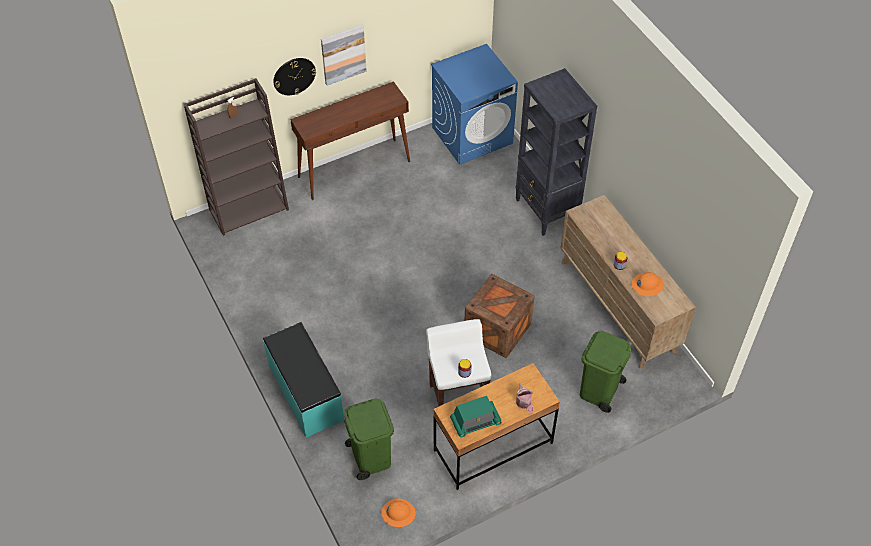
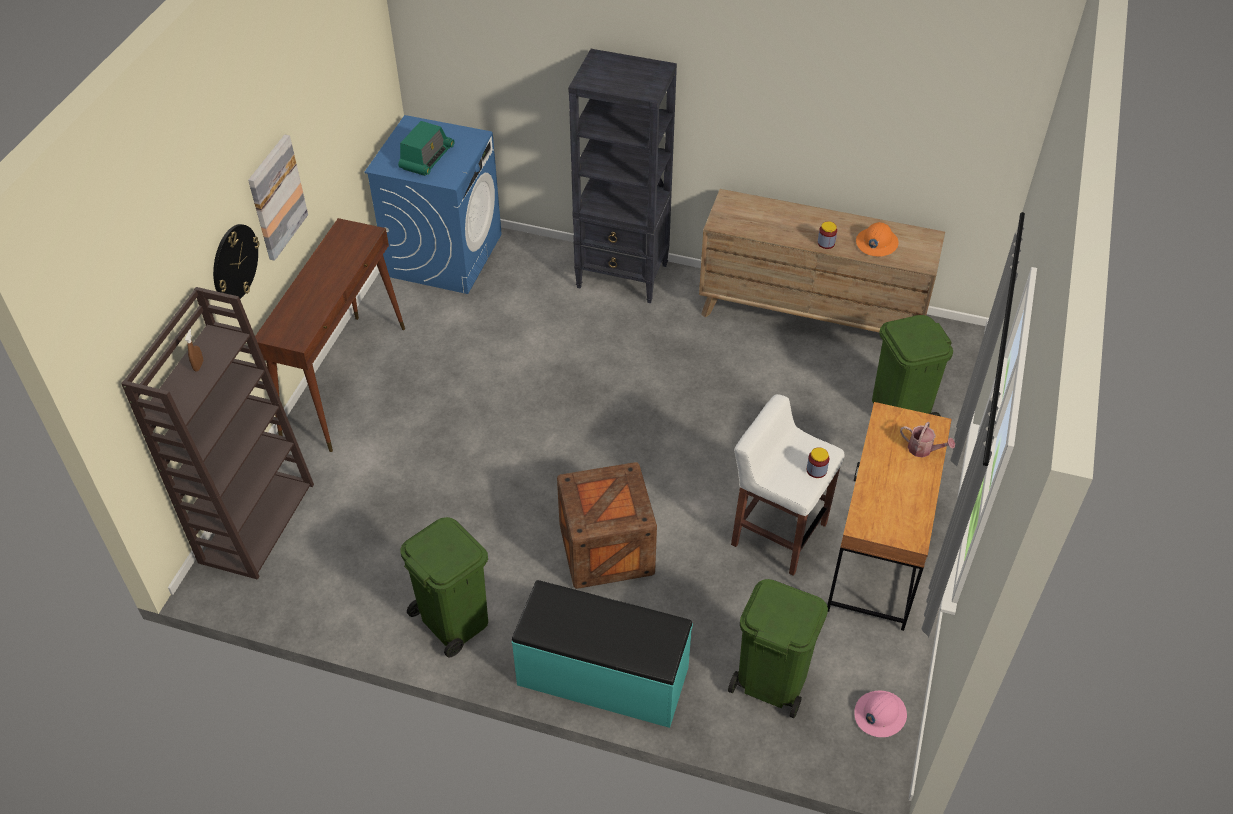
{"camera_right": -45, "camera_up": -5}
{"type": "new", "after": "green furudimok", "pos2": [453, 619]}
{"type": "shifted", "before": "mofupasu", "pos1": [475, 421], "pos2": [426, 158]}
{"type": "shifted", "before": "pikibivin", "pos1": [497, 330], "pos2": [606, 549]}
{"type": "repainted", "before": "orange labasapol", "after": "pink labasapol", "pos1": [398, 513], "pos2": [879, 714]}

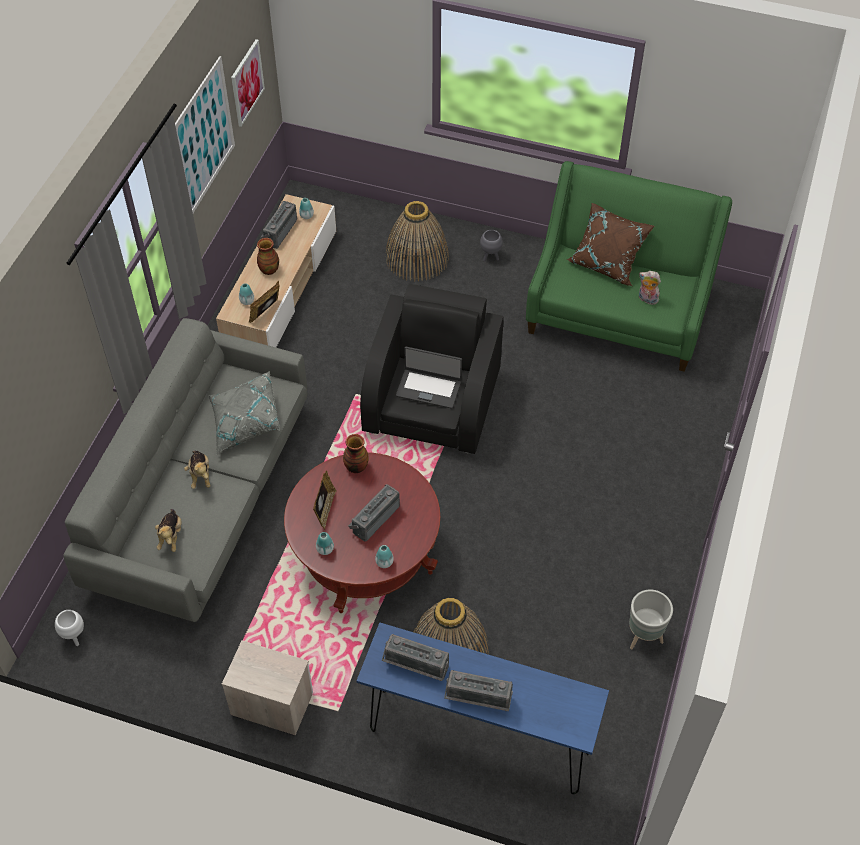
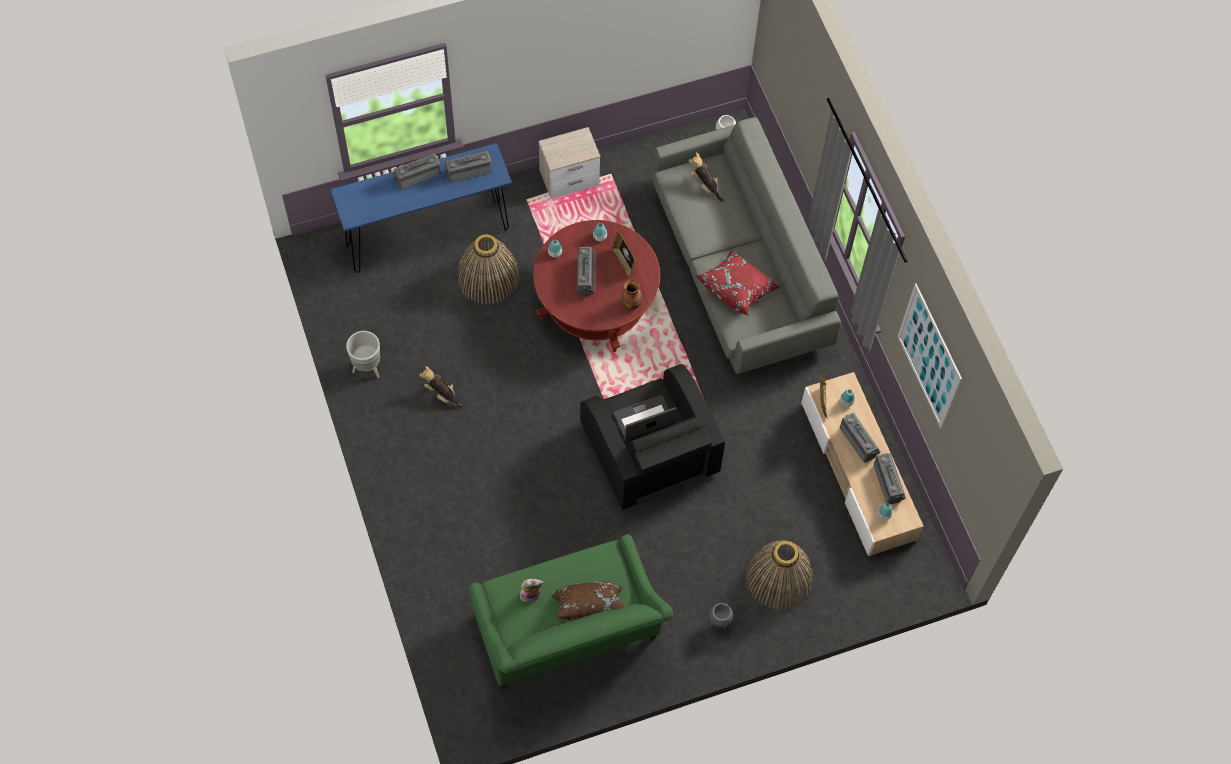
{"camera_right": 140, "camera_up": 10}
{"type": "gone", "before": "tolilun", "pos1": [247, 82]}
{"type": "shifted", "before": "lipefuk", "pos1": [200, 475], "pos2": [442, 394]}
{"type": "swapped", "before": "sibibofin", "after": "mofupasu", "pos1": [269, 269], "pos2": [859, 441]}
{"type": "repainted", "before": "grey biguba", "after": "red biguba", "pos1": [245, 422], "pos2": [737, 289]}

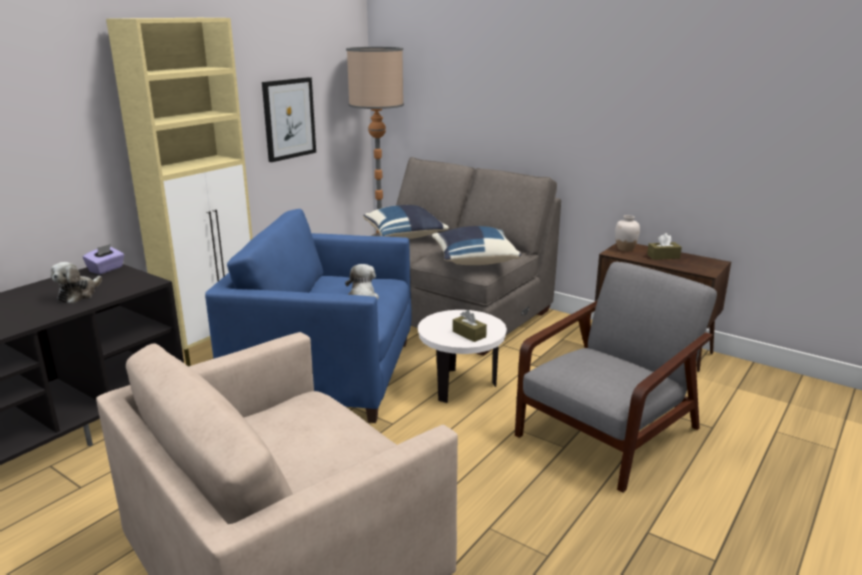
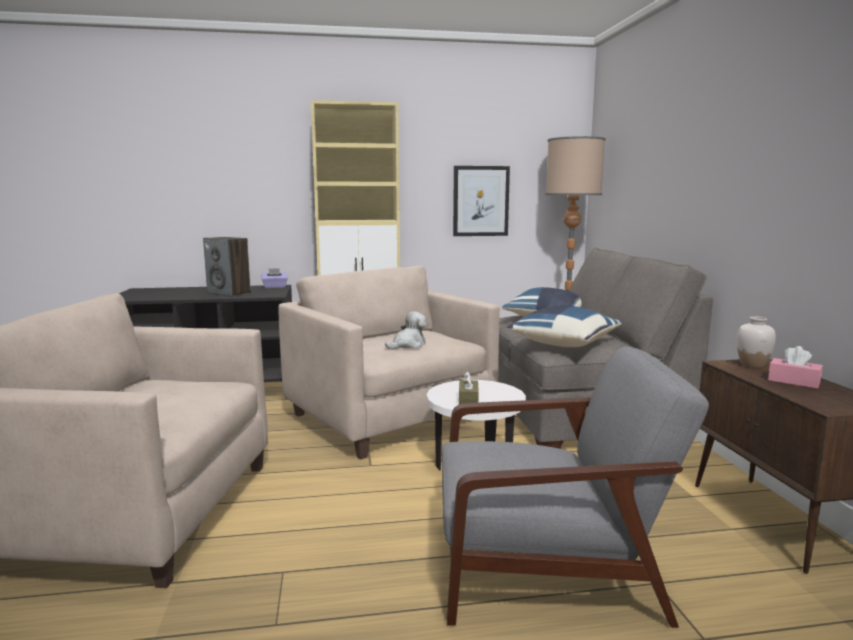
{"camera_right": 45, "camera_up": -10}
{"type": "swapped", "before": "lipefuk", "after": "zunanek", "pos1": [78, 294], "pos2": [229, 293]}
{"type": "repainted", "before": "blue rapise", "after": "beige rapise", "pos1": [326, 375], "pos2": [390, 417]}
{"type": "repainted", "before": "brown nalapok", "after": "pink nalapok", "pos1": [663, 256], "pos2": [793, 381]}

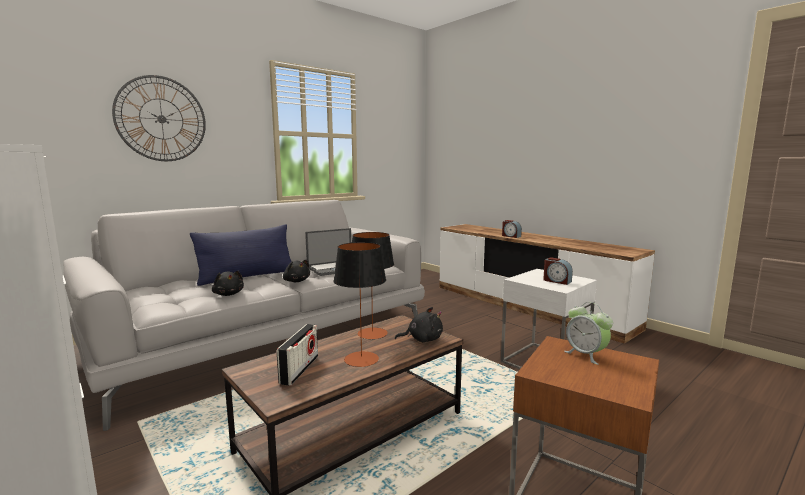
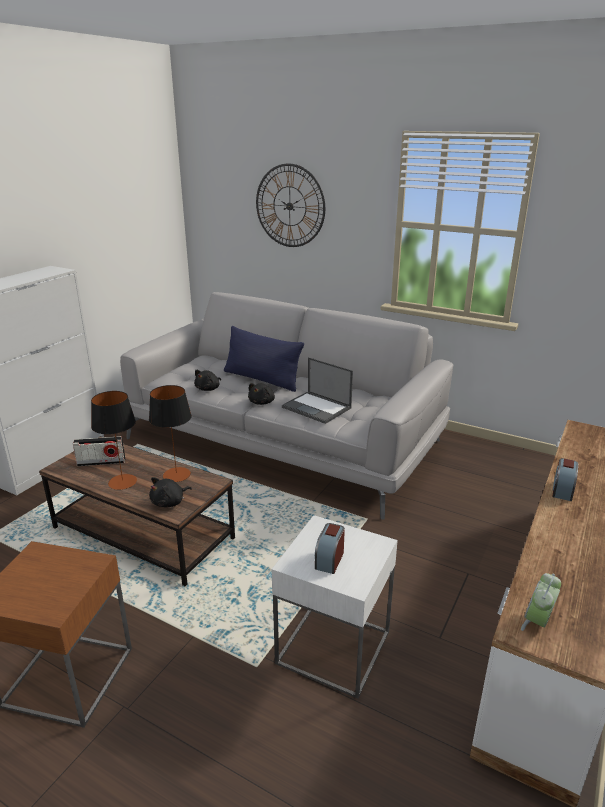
{"camera_right": 70, "camera_up": 15}
{"type": "shifted", "before": "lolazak", "pos1": [586, 355], "pos2": [537, 622]}
{"type": "rotated", "before": "black lipefuk", "pos1": [422, 339], "pos2": [169, 502], "turn": 75}

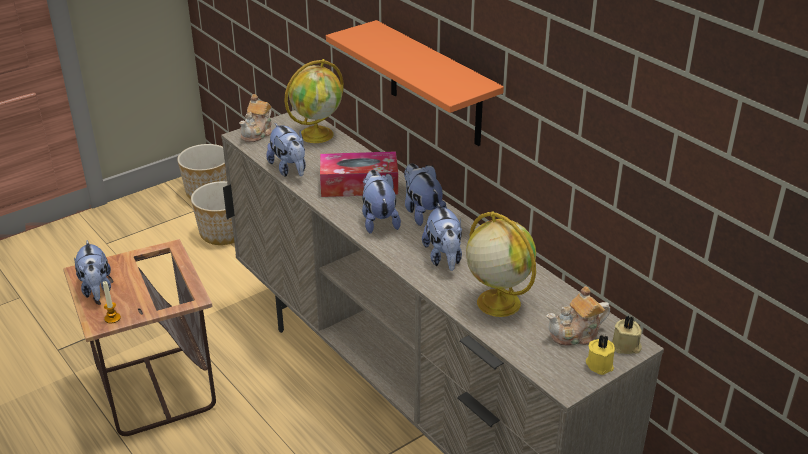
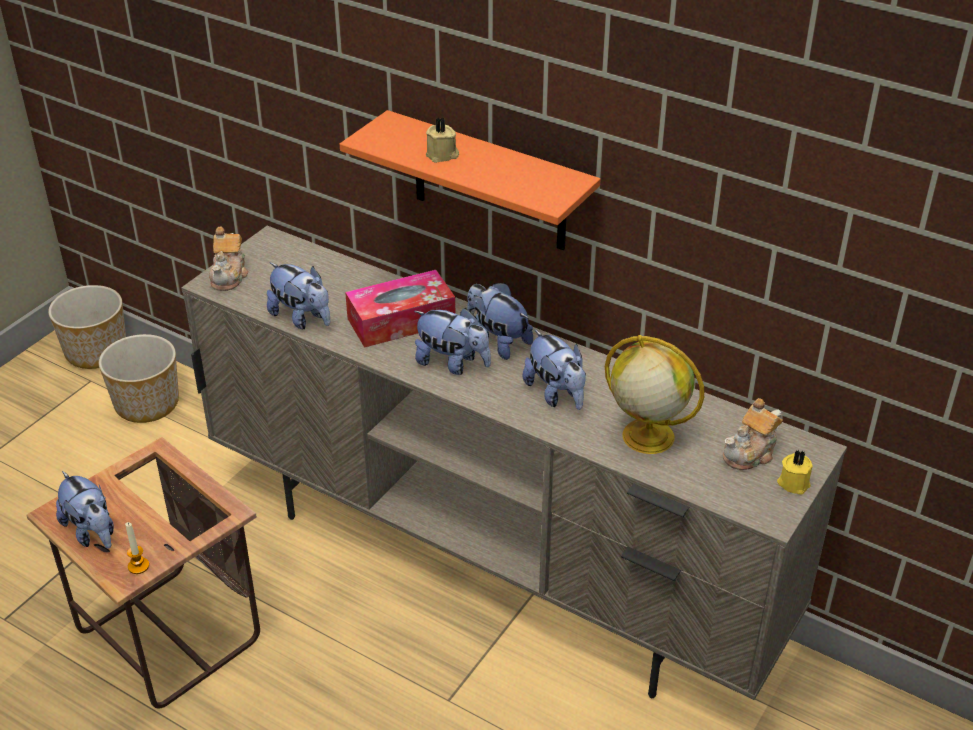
{"camera_right": -20, "camera_up": 5}
{"type": "gone", "before": "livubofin", "pos1": [317, 134]}
{"type": "shifted", "before": "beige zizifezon", "pos1": [626, 346], "pos2": [442, 155]}
{"type": "rotated", "before": "lipefuk", "pos1": [378, 220], "pos2": [452, 363], "turn": 150}

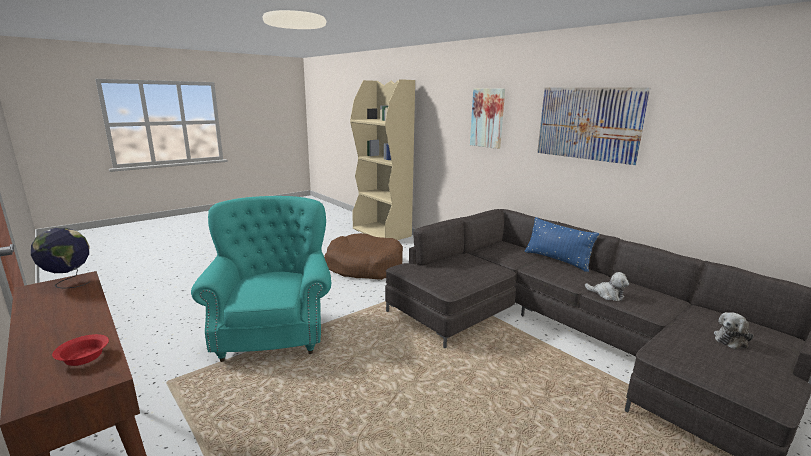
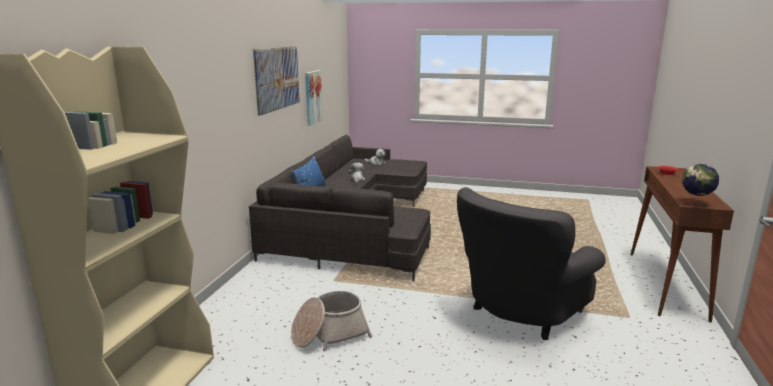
{"camera_right": -125, "camera_up": 0}
{"type": "shifted", "before": "tolilun", "pos1": [487, 118], "pos2": [312, 97]}
{"type": "swapped", "before": "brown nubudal", "after": "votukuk", "pos1": [364, 266], "pos2": [329, 334]}
{"type": "repainted", "before": "turquoise rapise", "after": "grey rapise", "pos1": [273, 331], "pos2": [520, 314]}

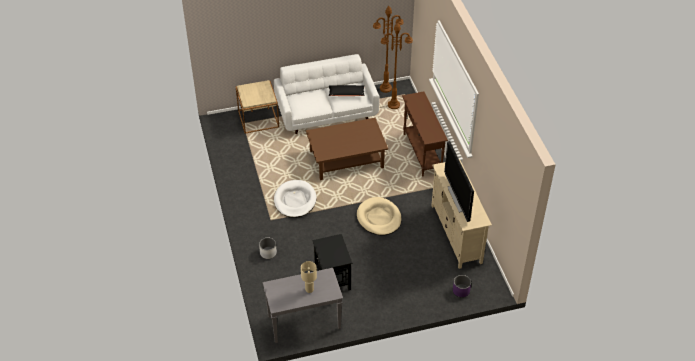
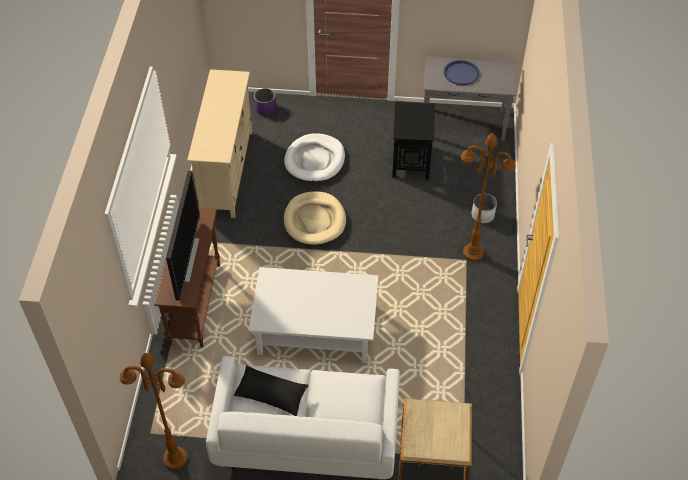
{"camera_right": -160, "camera_up": 5}
{"type": "shifted", "before": "white nubudal", "pos1": [295, 200], "pos2": [315, 160]}
{"type": "shifted", "before": "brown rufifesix", "pos1": [394, 105], "pos2": [472, 253]}
{"type": "shifted", "before": "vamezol", "pos1": [458, 198], "pos2": [185, 260]}
{"type": "swapped", "before": "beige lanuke", "after": "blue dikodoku", "pos1": [309, 289], "pos2": [461, 73]}
{"type": "repainted", "before": "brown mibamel", "after": "white mibamel", "pos1": [346, 159], "pos2": [315, 329]}

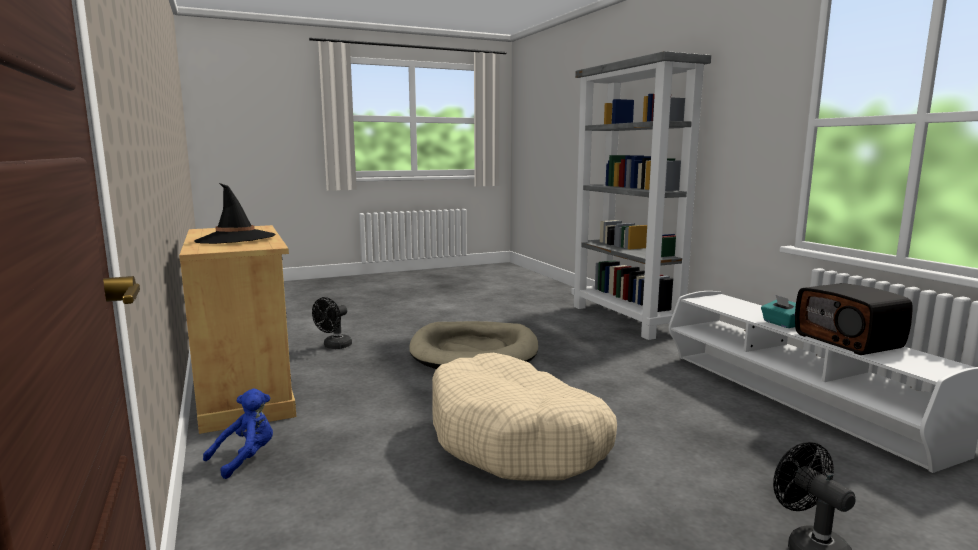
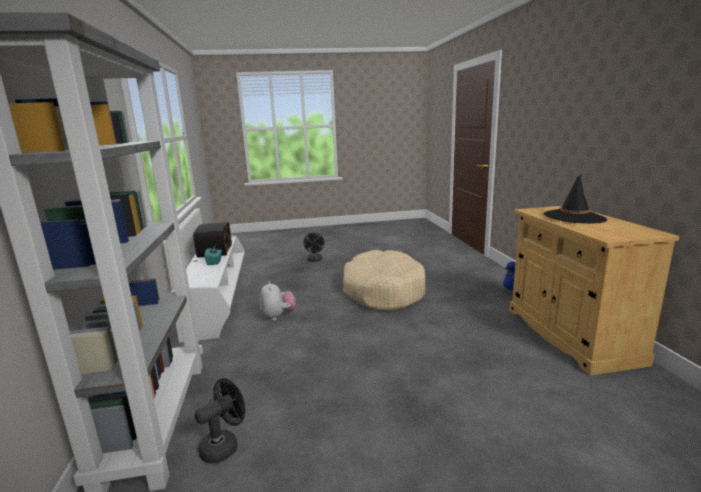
{"camera_right": -165, "camera_up": 5}
{"type": "gone", "before": "beige nubudal", "pos1": [474, 352]}
{"type": "new", "after": "lipefuk", "pos2": [278, 316]}
{"type": "shifted", "before": "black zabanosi", "pos1": [334, 346], "pos2": [224, 445]}

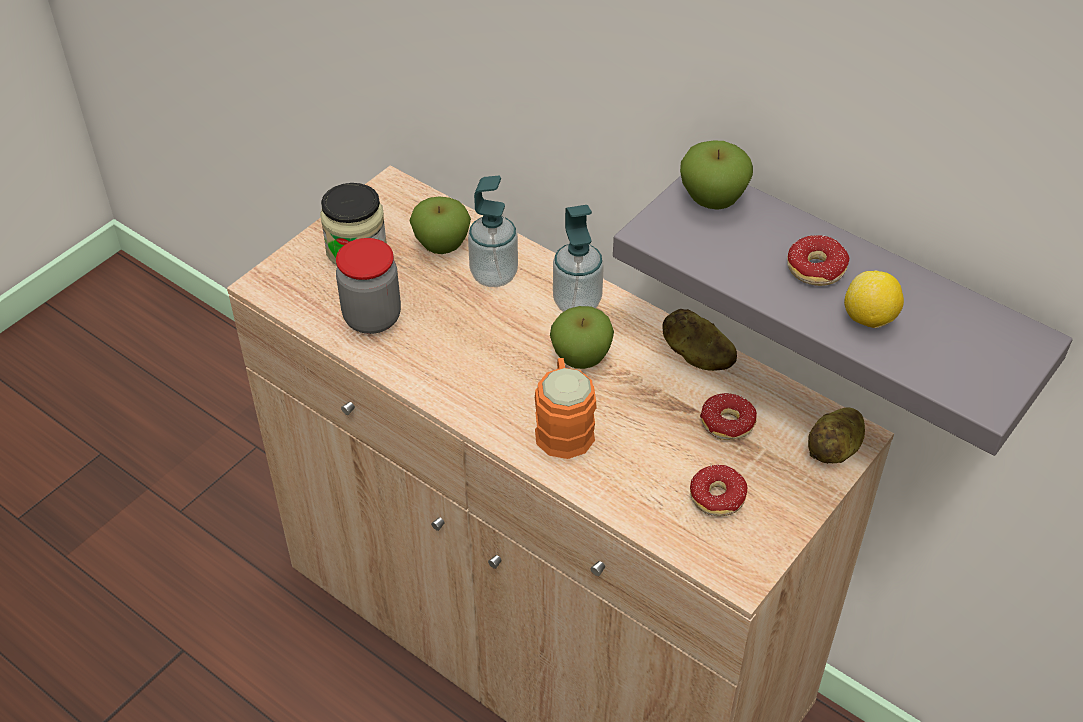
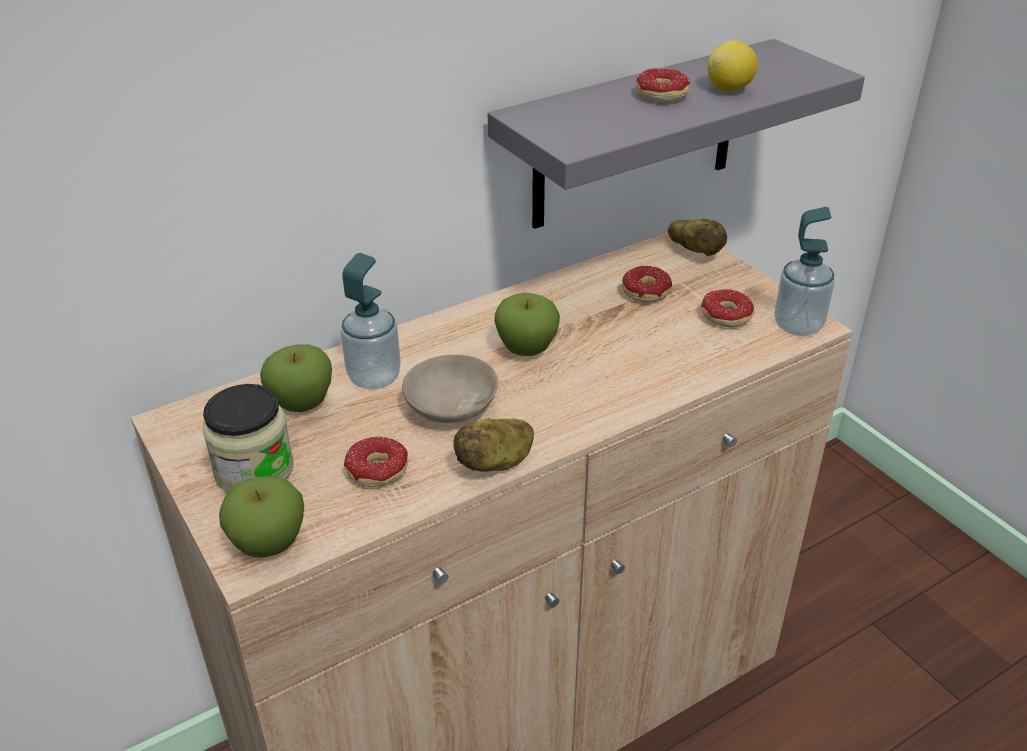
{"camera_right": -70, "camera_up": -10}
{"type": "gone", "before": "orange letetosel", "pos1": [563, 425]}
{"type": "new", "after": "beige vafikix", "pos2": [450, 405]}
{"type": "shifted", "before": "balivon", "pos1": [577, 303], "pos2": [798, 326]}
{"type": "shifted", "before": "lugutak", "pos1": [696, 356], "pos2": [496, 463]}
{"type": "shifted", "before": "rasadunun", "pos1": [712, 200], "pos2": [269, 544]}
{"type": "swapped", "before": "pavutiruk", "after": "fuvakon", "pos1": [372, 318], "pos2": [378, 478]}

